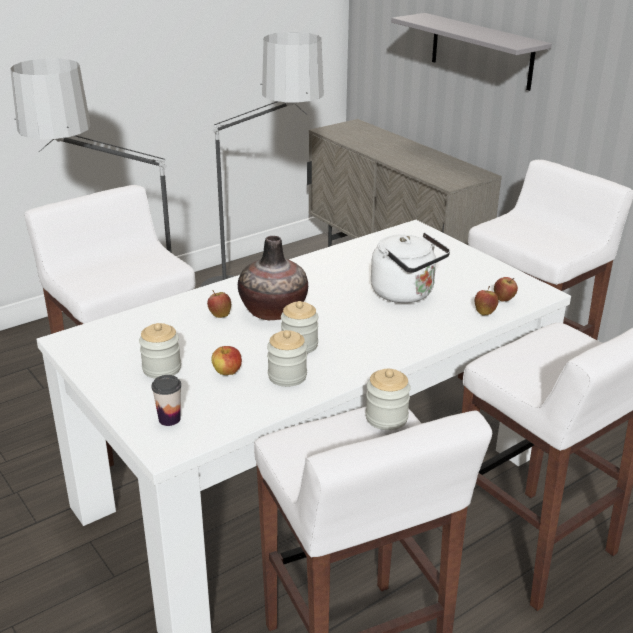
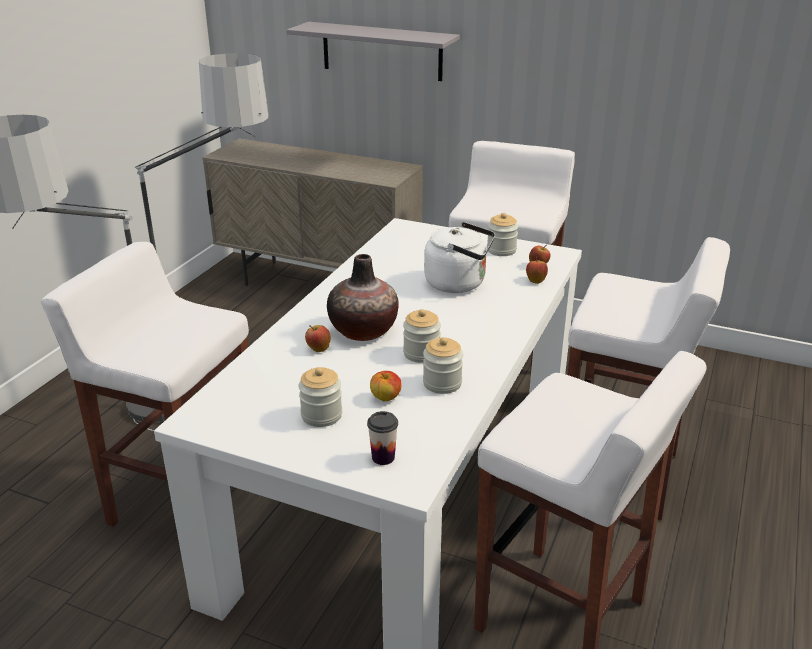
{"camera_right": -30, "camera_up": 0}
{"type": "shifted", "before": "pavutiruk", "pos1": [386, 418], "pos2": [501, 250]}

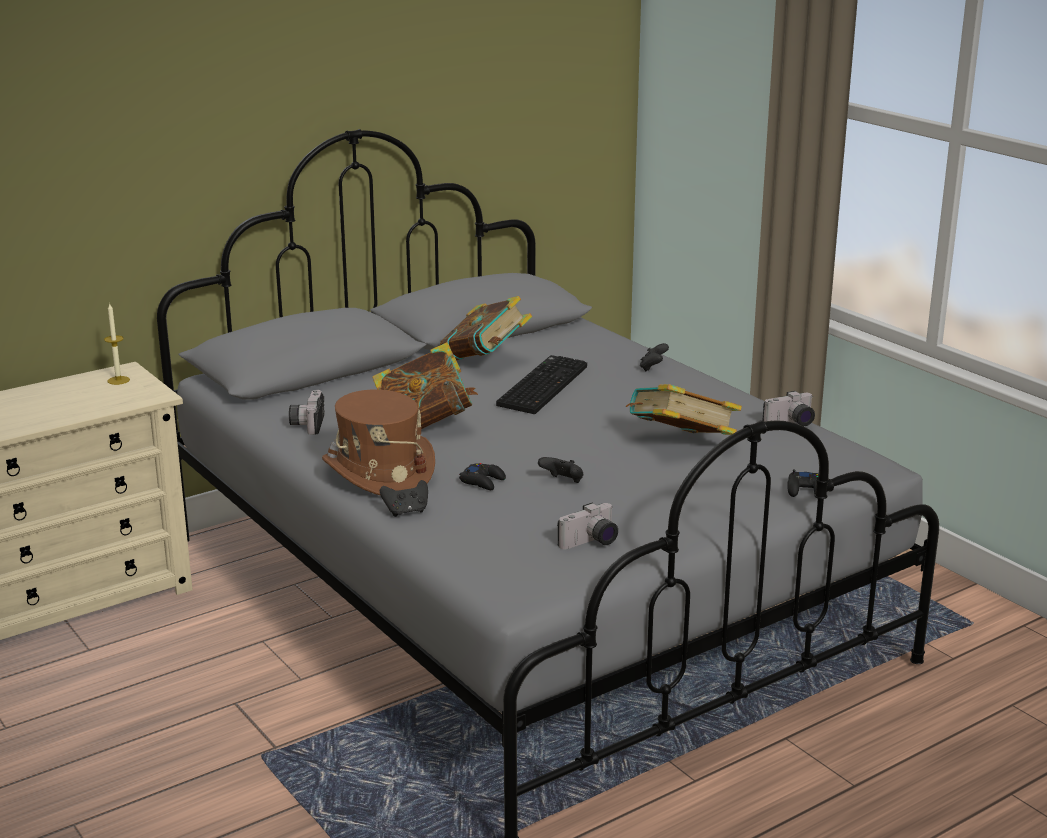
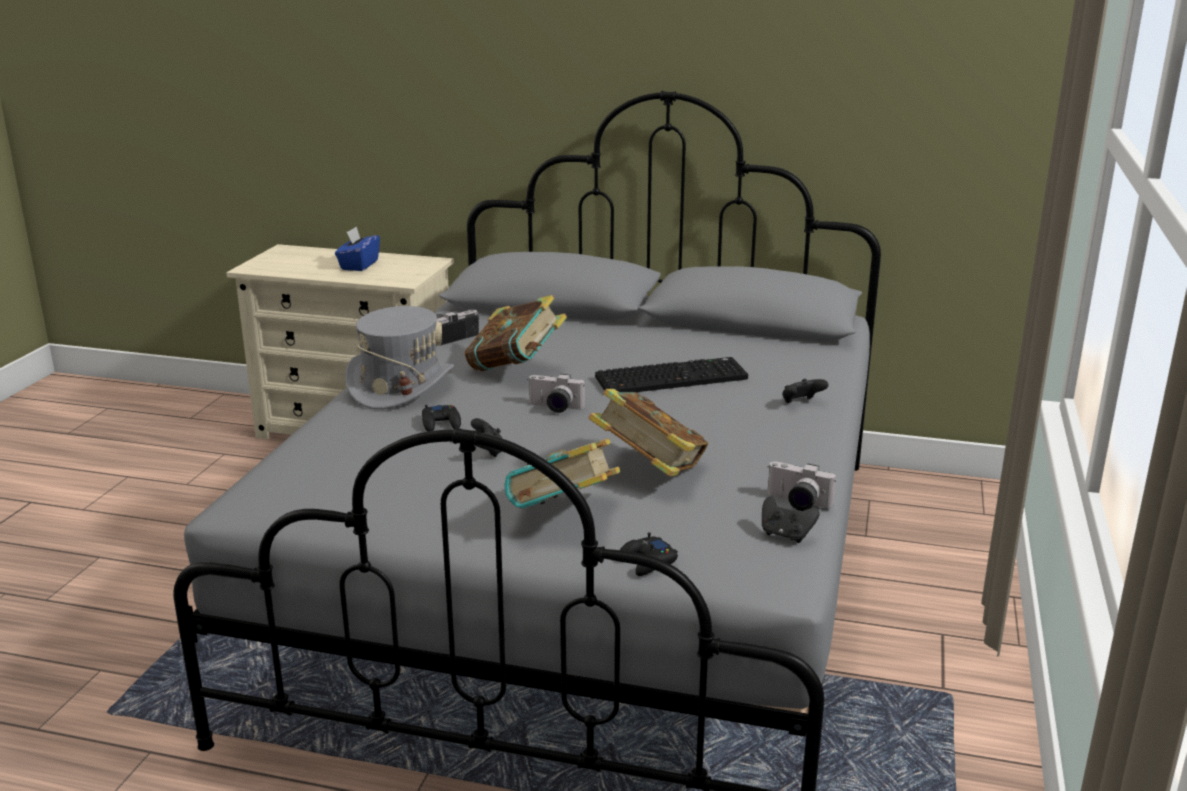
{"camera_right": 50, "camera_up": 0}
{"type": "gone", "before": "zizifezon", "pos1": [118, 380]}
{"type": "new", "after": "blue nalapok", "pos2": [358, 265]}
{"type": "shifted", "before": "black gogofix", "pos1": [406, 511], "pos2": [786, 535]}
{"type": "shifted", "before": "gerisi", "pos1": [486, 361], "pos2": [564, 517]}
{"type": "shifted", "before": "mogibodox", "pos1": [591, 543], "pos2": [554, 408]}
{"type": "repainted", "before": "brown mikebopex", "after": "grey mikebopex", "pos1": [378, 473], "pos2": [401, 386]}

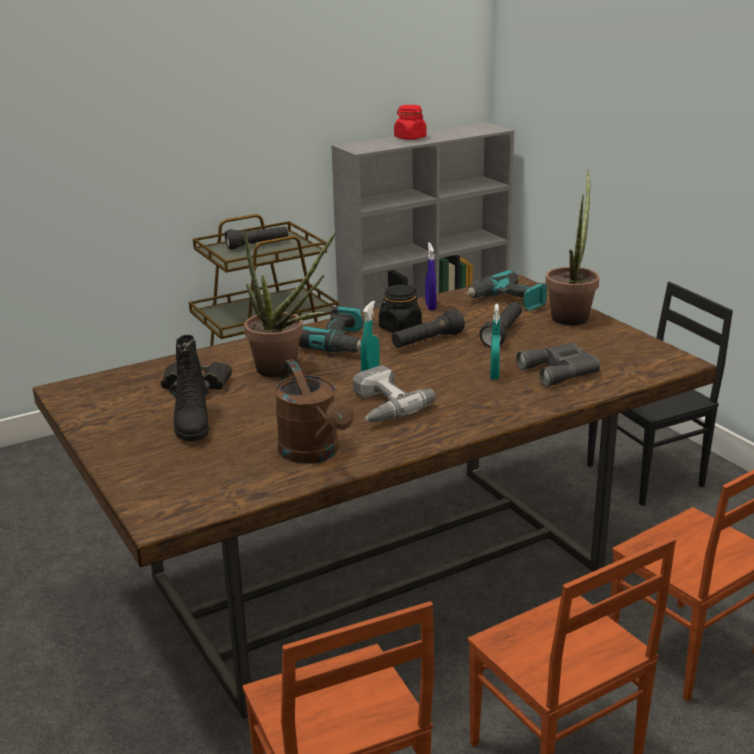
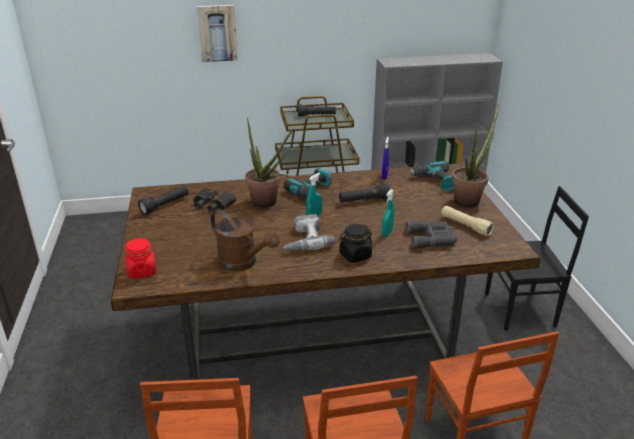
{"camera_right": 20, "camera_up": 5}
{"type": "gone", "before": "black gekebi", "pos1": [191, 425]}
{"type": "new", "after": "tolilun", "pos2": [217, 33]}
{"type": "new", "after": "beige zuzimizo", "pos2": [465, 226]}
{"type": "shifted", "before": "black pavutiruk", "pos1": [400, 328], "pos2": [355, 256]}
{"type": "shifted", "before": "red pavutiruk", "pos1": [410, 138], "pos2": [142, 271]}
{"type": "shifted", "before": "black zuzimizo", "pos1": [502, 334], "pos2": [165, 205]}
{"type": "rotated", "before": "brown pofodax", "pos1": [314, 453], "pos2": [243, 263], "turn": -45}

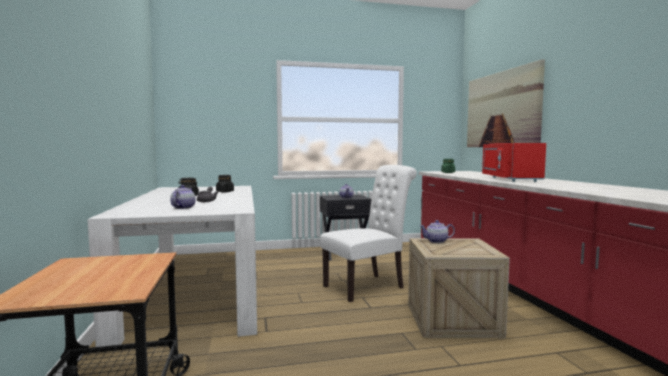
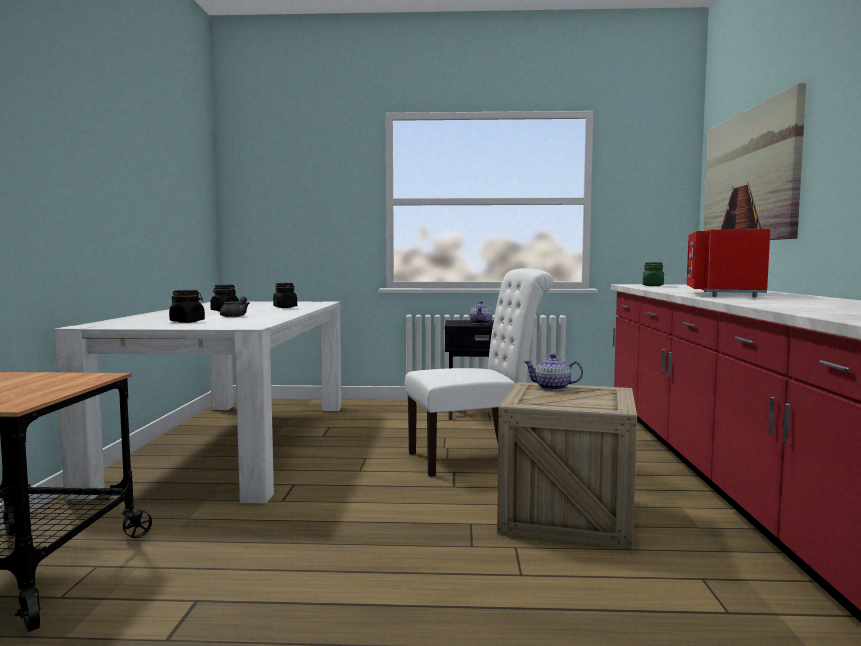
{"camera_right": 15, "camera_up": 0}
{"type": "swapped", "before": "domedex", "after": "black pavutiruk", "pos1": [183, 207], "pos2": [187, 321]}

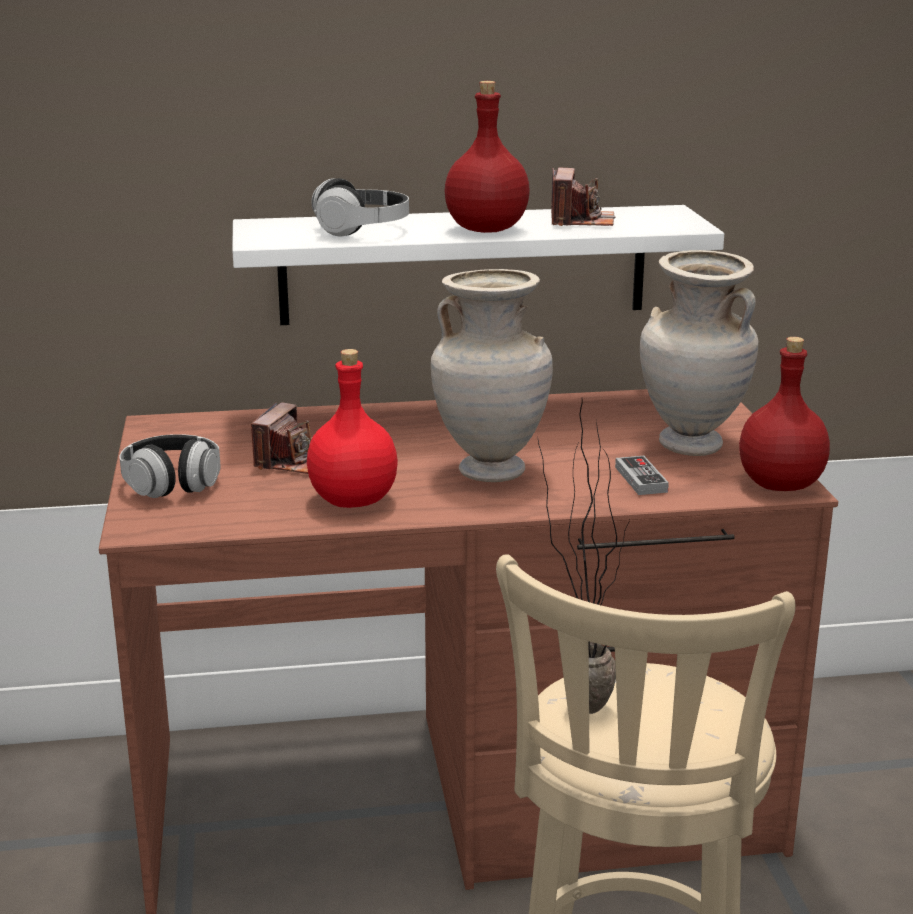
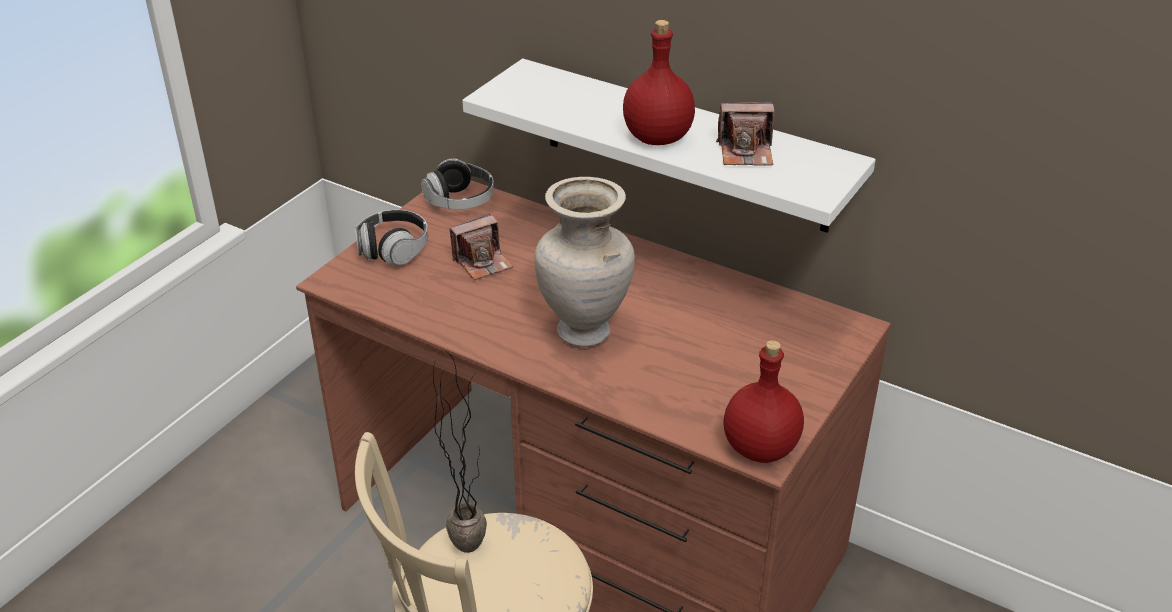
{"camera_right": 40, "camera_up": 15}
{"type": "gone", "before": "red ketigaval", "pos1": [355, 501]}
{"type": "gone", "before": "gogofix", "pos1": [641, 479]}
{"type": "gone", "before": "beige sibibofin", "pos1": [690, 446]}
{"type": "shifted", "before": "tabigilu", "pos1": [361, 230], "pos2": [460, 201]}
{"type": "rotated", "before": "mogibodox", "pos1": [581, 221], "pos2": [746, 152], "turn": 45}

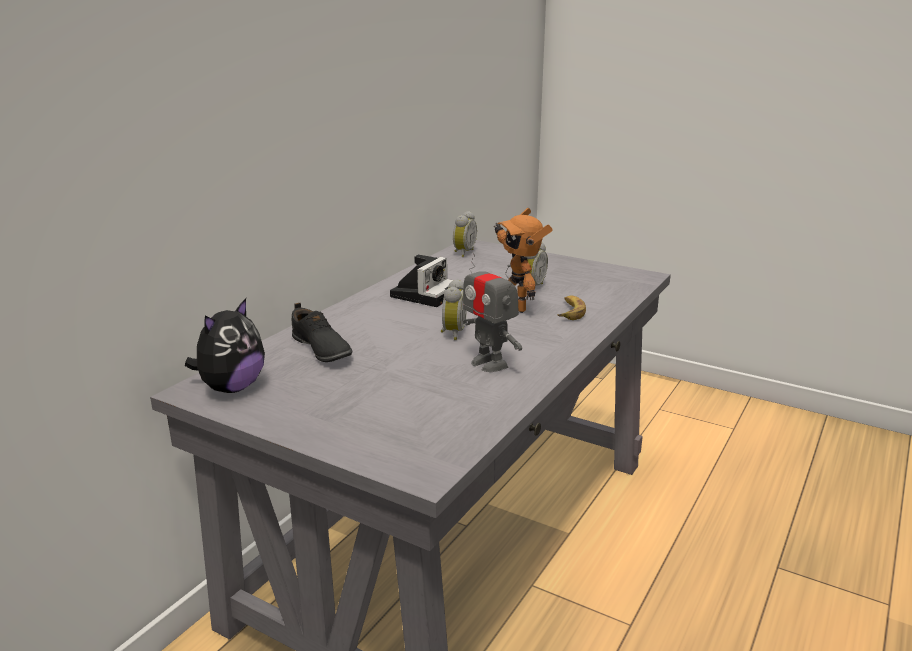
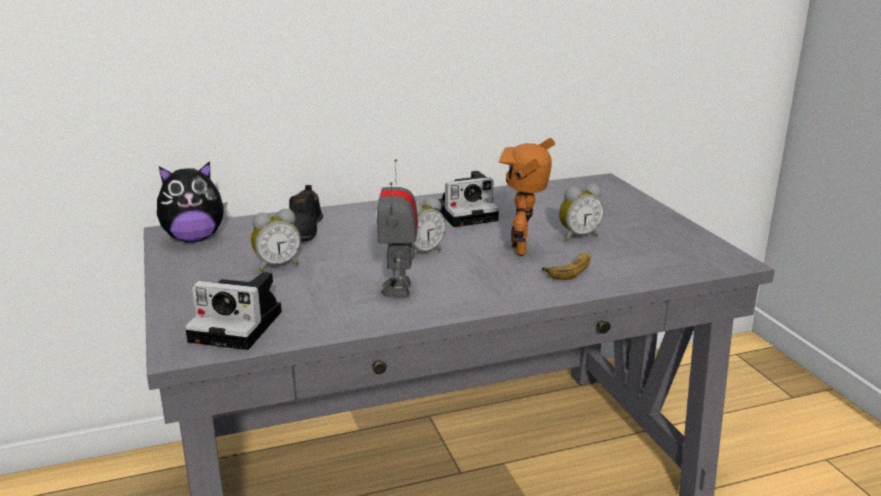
{"camera_right": 40, "camera_up": 0}
{"type": "new", "after": "mogibodox", "pos2": [240, 326]}
{"type": "shifted", "before": "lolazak", "pos1": [463, 253], "pos2": [277, 265]}

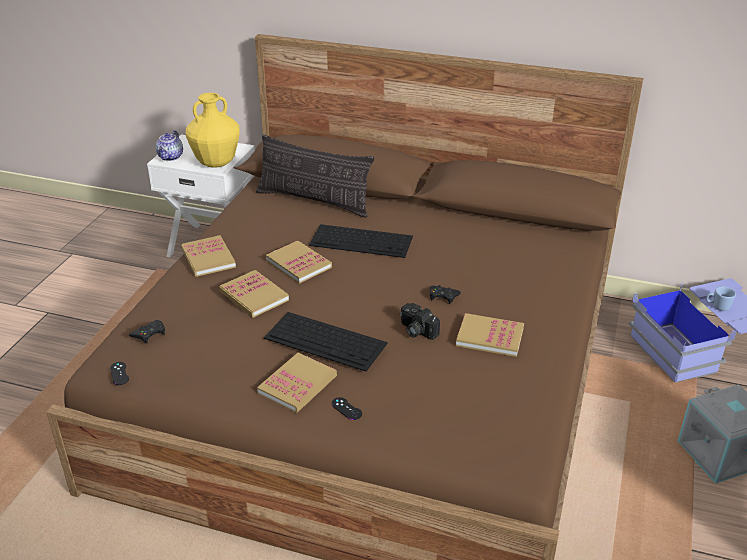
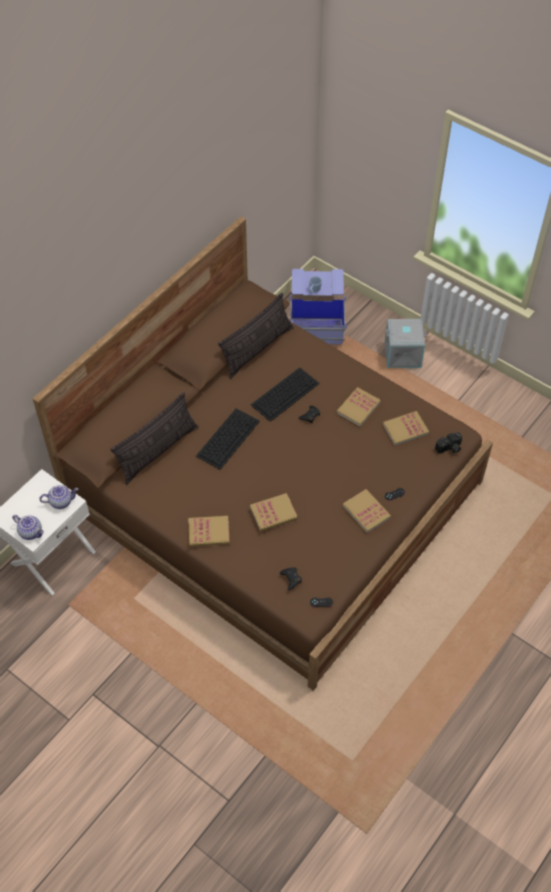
{"camera_right": -70, "camera_up": 20}
{"type": "new", "after": "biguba", "pos2": [257, 349]}
{"type": "shifted", "before": "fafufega", "pos1": [326, 340], "pos2": [285, 393]}
{"type": "shifted", "before": "gerisi", "pos1": [299, 264], "pos2": [405, 429]}
{"type": "shifted", "before": "mogibodox", "pos1": [416, 330], "pos2": [449, 448]}
{"type": "swapped", "before": "yellow sibibofin", "after": "domedex", "pos1": [216, 163], "pos2": [61, 501]}

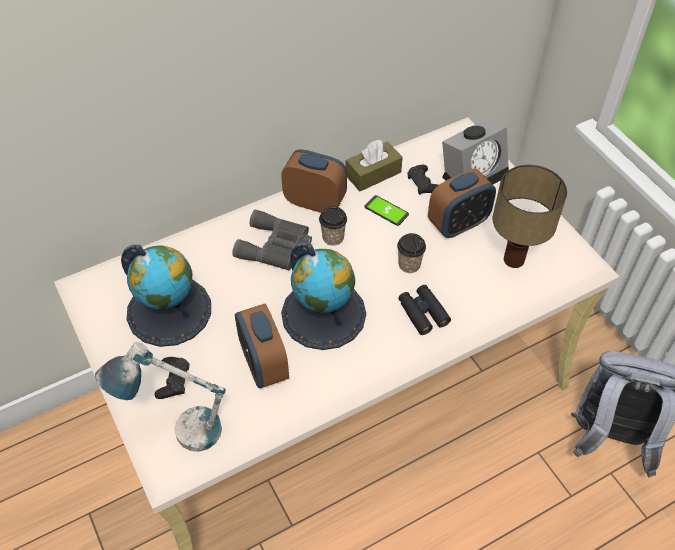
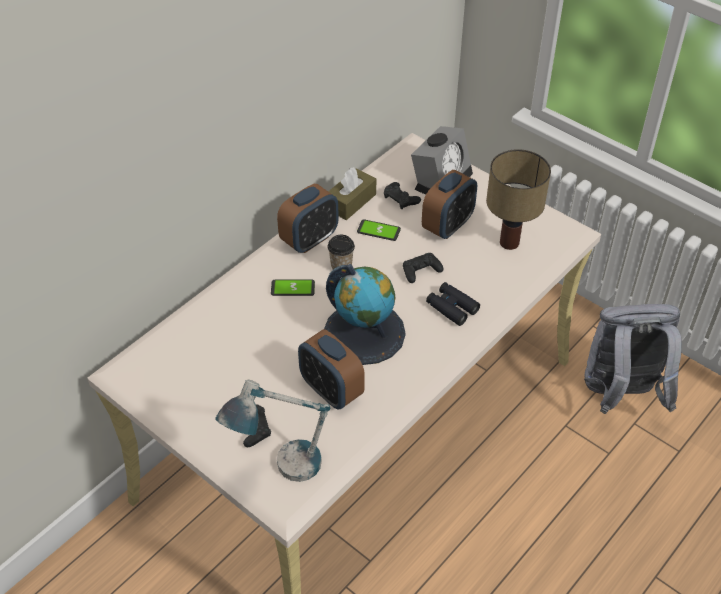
{"camera_right": -20, "camera_up": -5}
{"type": "gone", "before": "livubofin", "pos1": [169, 310]}
{"type": "swapped", "before": "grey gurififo", "after": "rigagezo", "pos1": [276, 247], "pos2": [293, 288]}
{"type": "swapped", "before": "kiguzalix", "after": "black gogofix", "pos1": [409, 265], "pos2": [421, 271]}
{"type": "rotated", "before": "lolazak", "pos1": [315, 202], "pos2": [309, 240], "turn": 135}

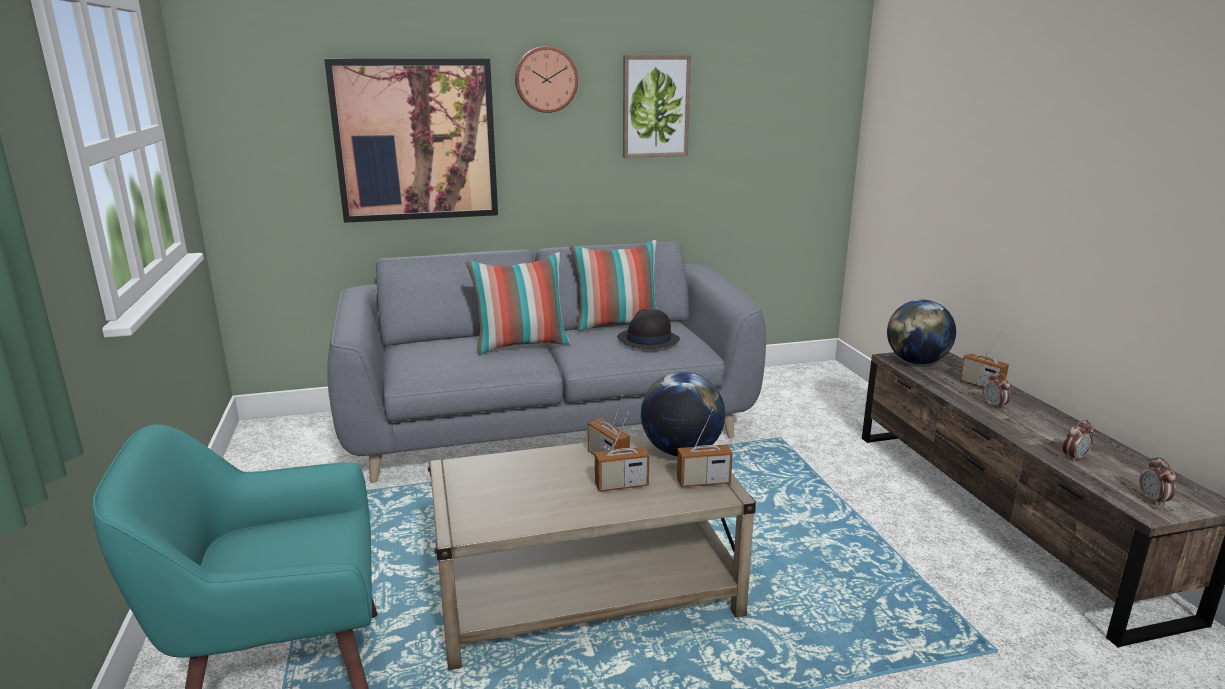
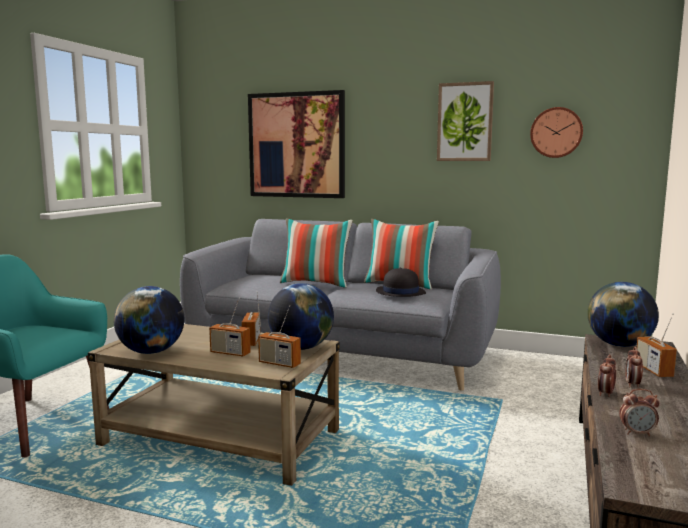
{"camera_right": 35, "camera_up": -10}
{"type": "new", "after": "livubofin", "pos2": [151, 352]}
{"type": "shifted", "before": "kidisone", "pos1": [545, 79], "pos2": [556, 132]}
{"type": "shifted", "before": "lolazak", "pos1": [1152, 501], "pos2": [605, 394]}

